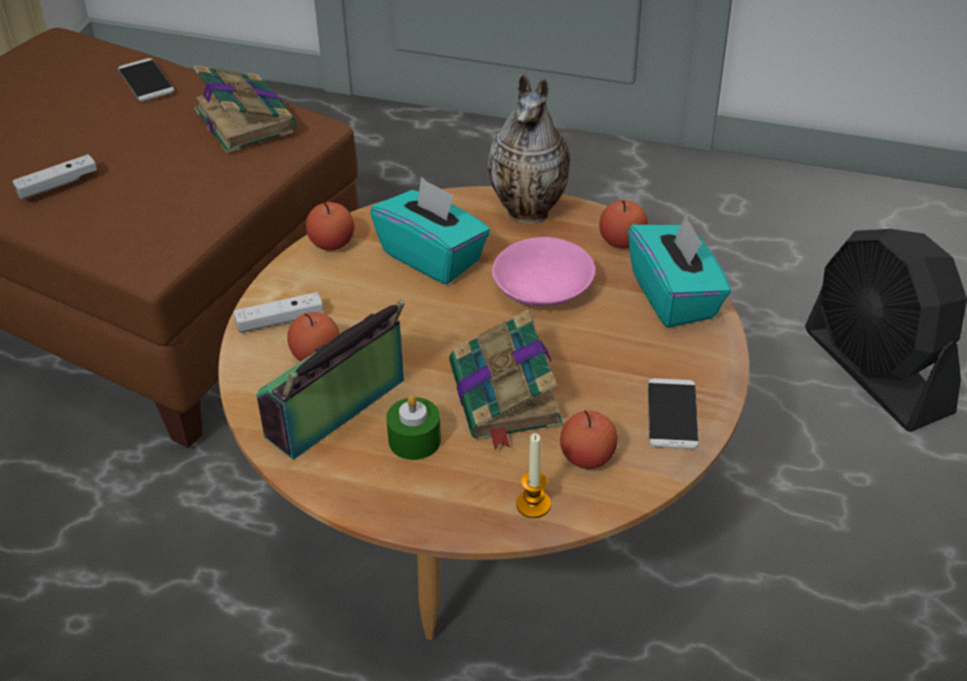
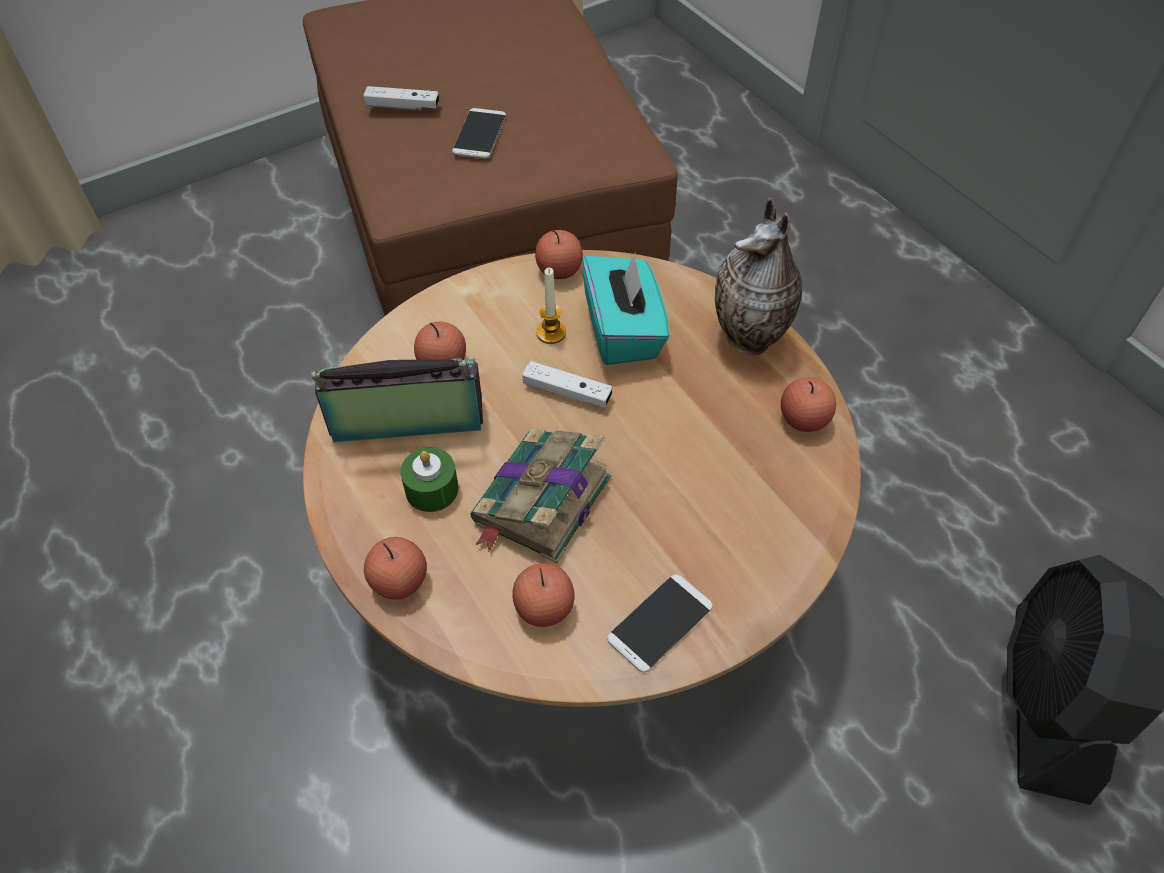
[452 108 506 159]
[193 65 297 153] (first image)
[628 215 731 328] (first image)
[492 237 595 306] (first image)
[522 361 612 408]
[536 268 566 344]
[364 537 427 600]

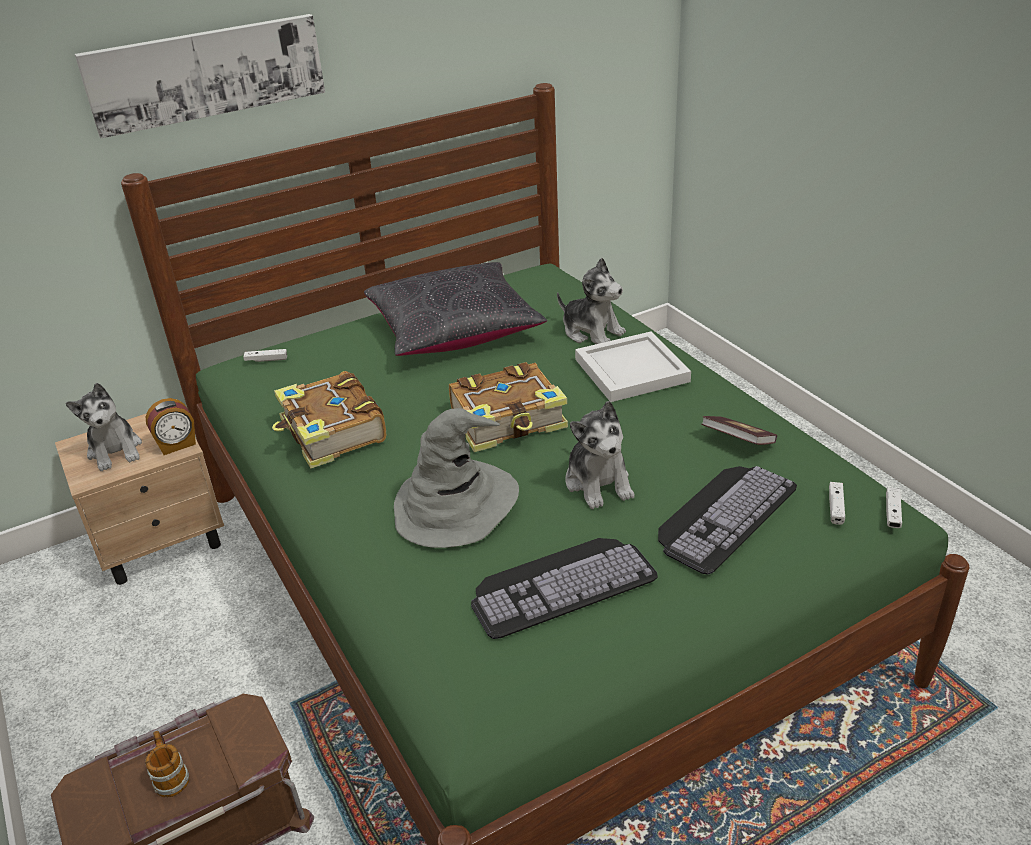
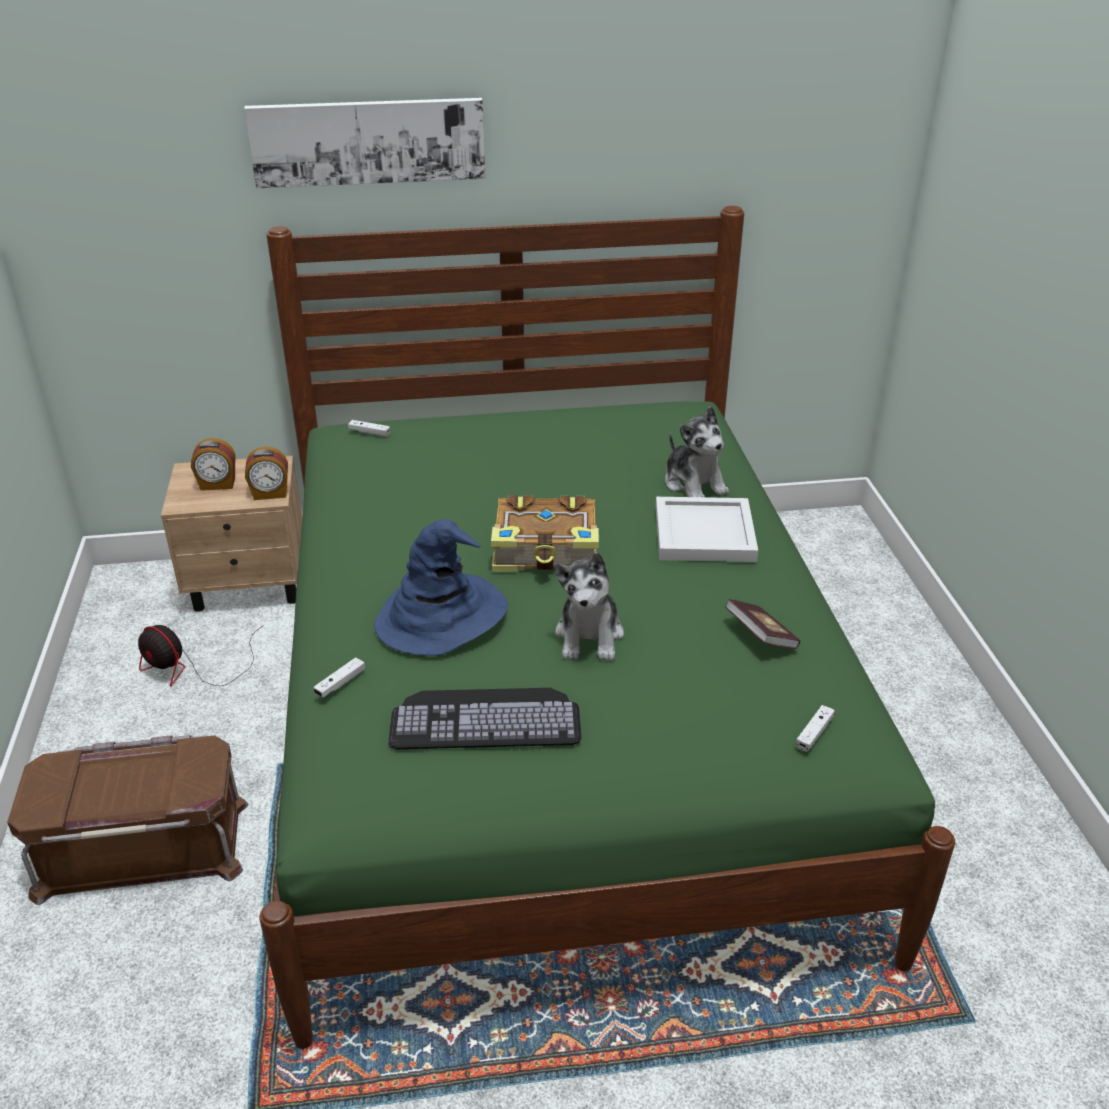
[364 262 547 356] (first image)
[272 371 386 468] (first image)
[191 438 235 491]
[374 519 508 656]
[658 466 797 575] (first image)
[313 657 365 697]
[145 731 189 797] (first image)
[138 625 264 687]

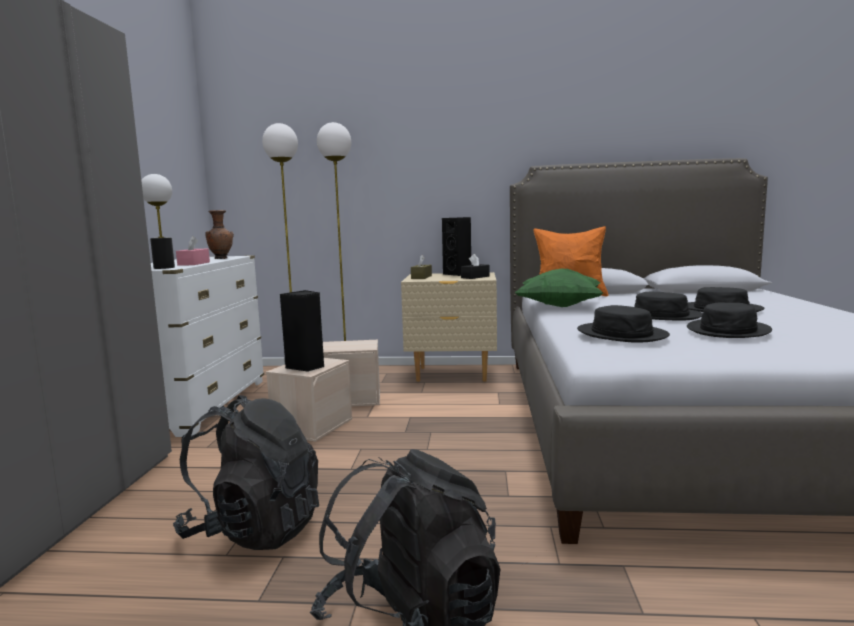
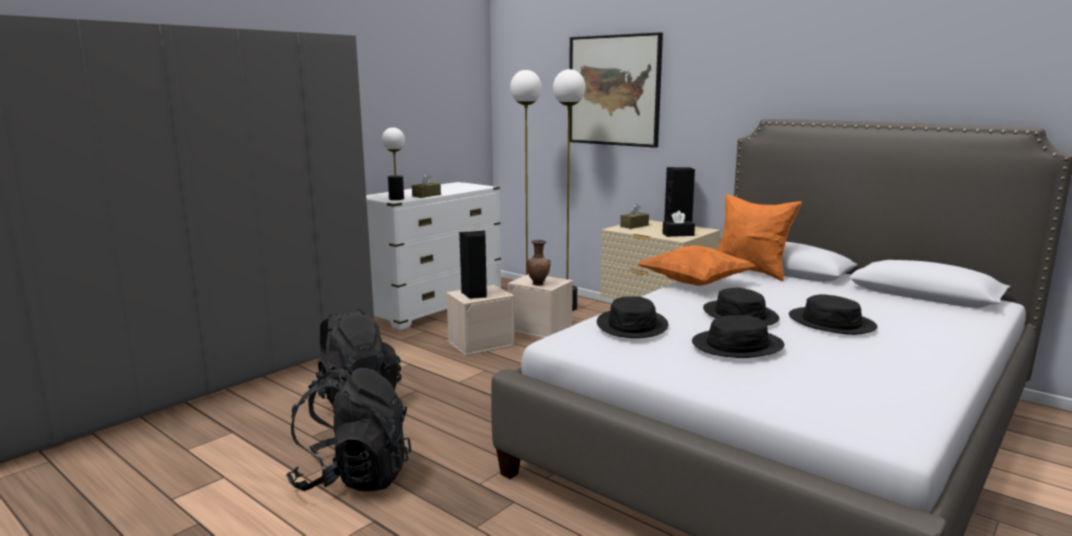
[527 240 551 286]
[412 173 441 198]
[637 246 755 286]
[569 32 663 148]

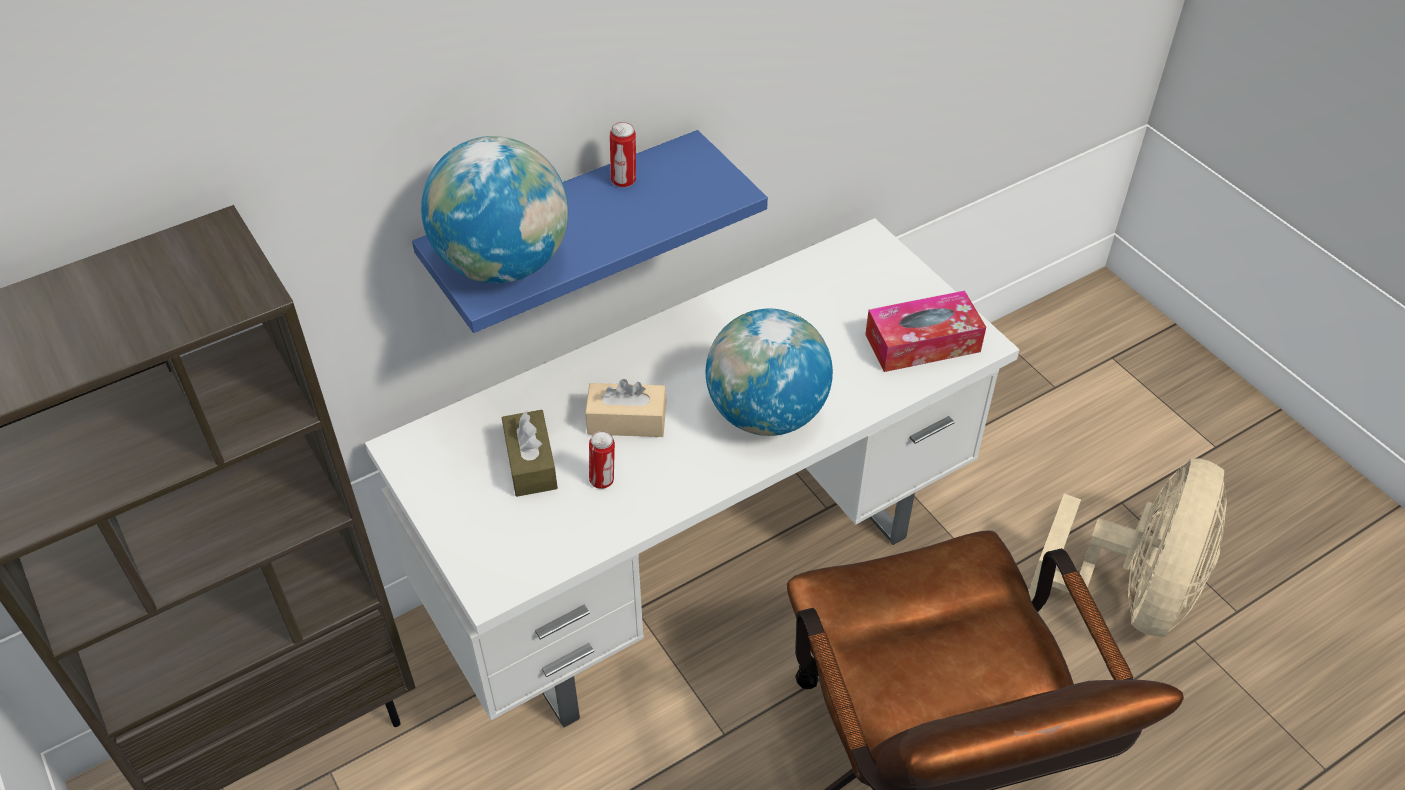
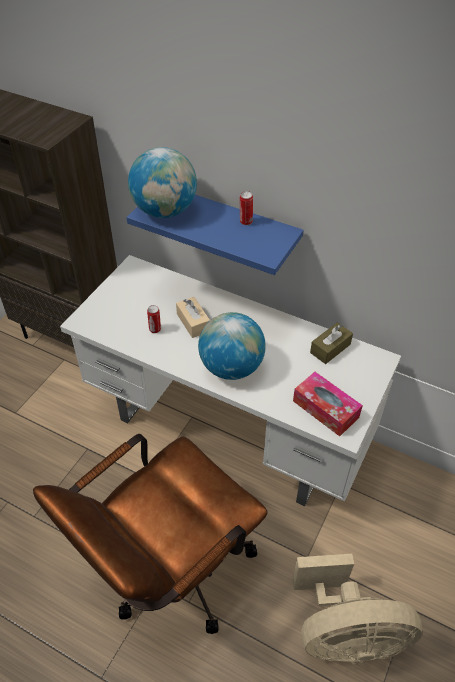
[310 322 353 364]

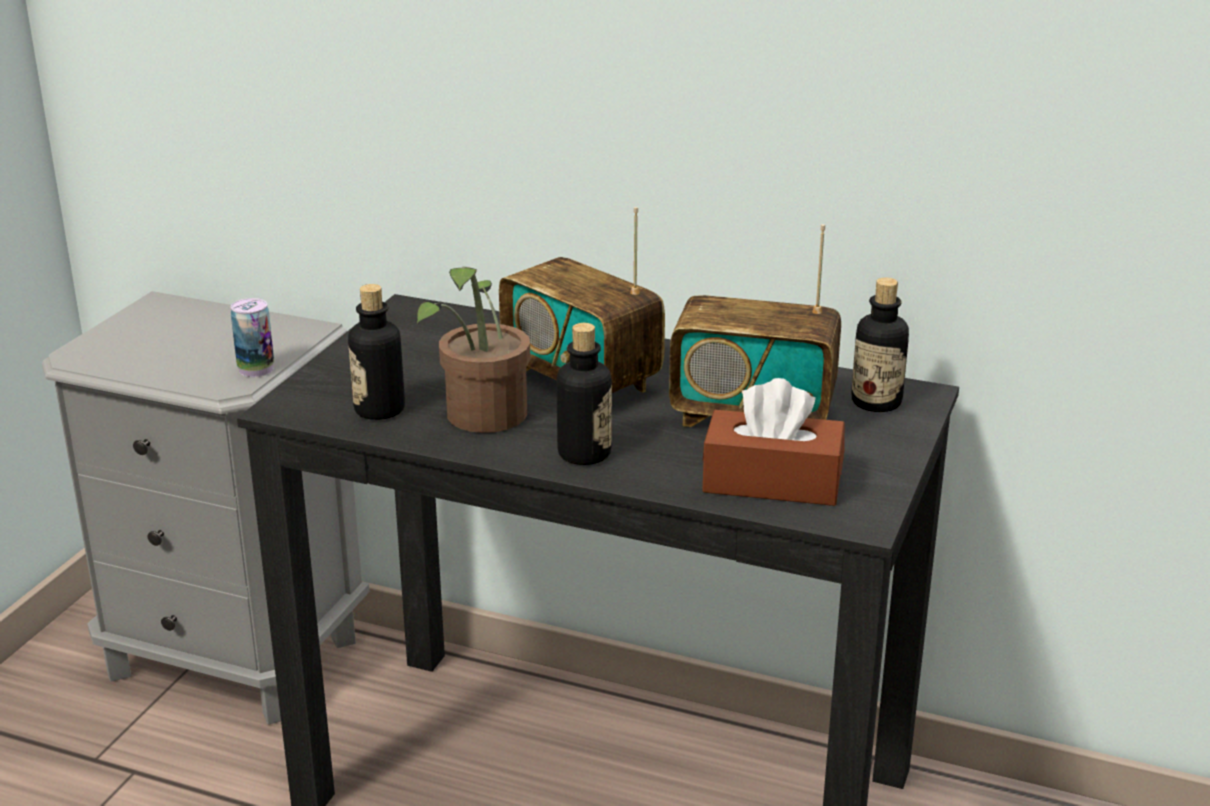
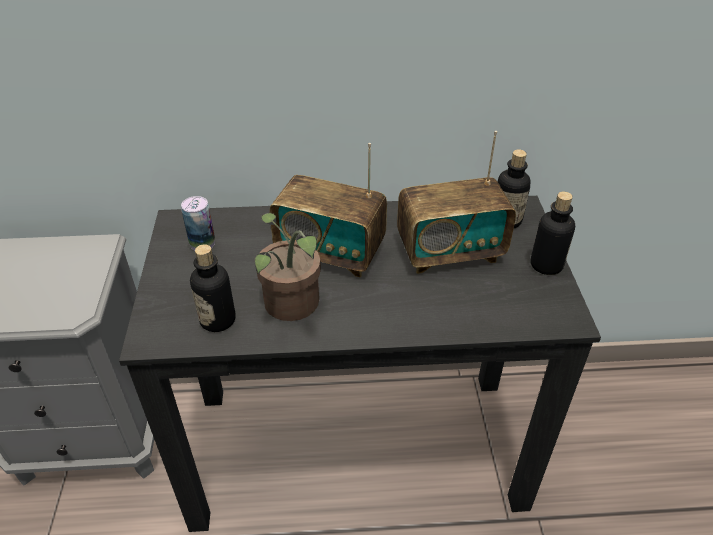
[181 196 215 250]
[531 192 575 275]
[702 378 845 506] (first image)

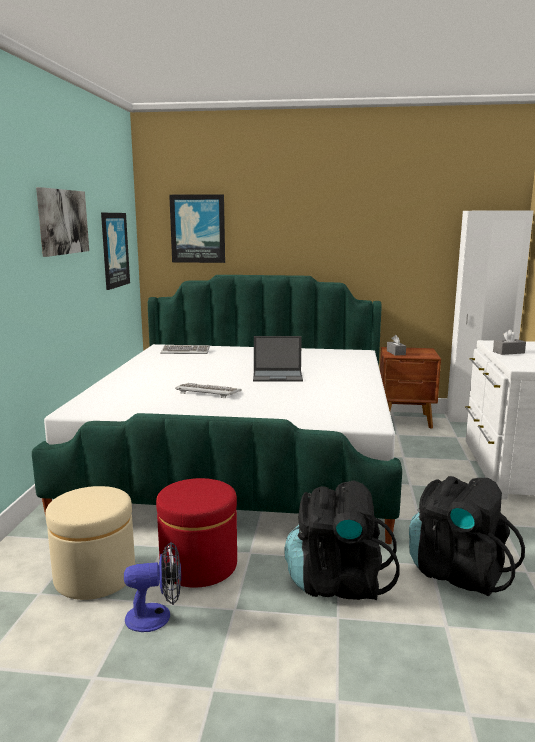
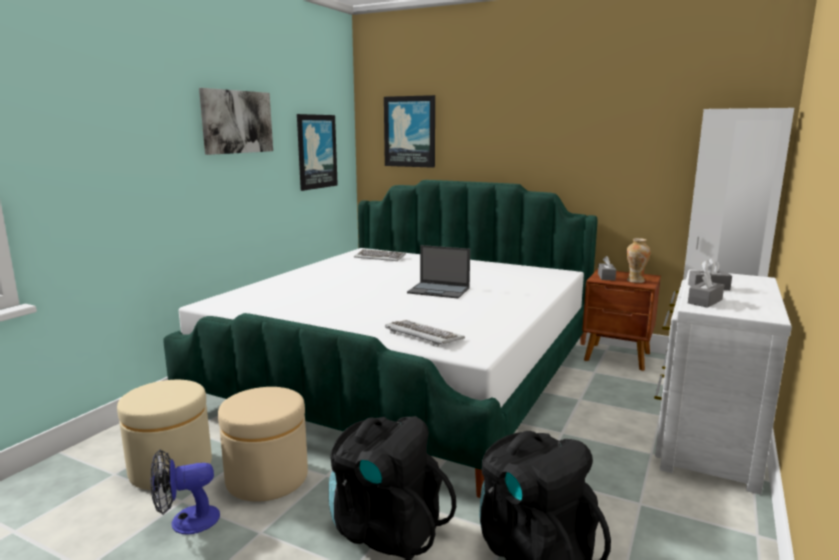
[385 320 465 347]
[218 387 308 502]
[150 450 220 534]
[626 238 651 283]
[688 270 724 308]

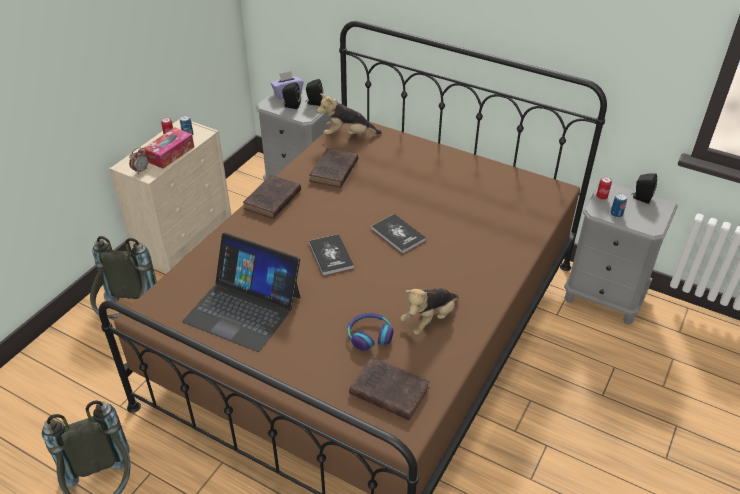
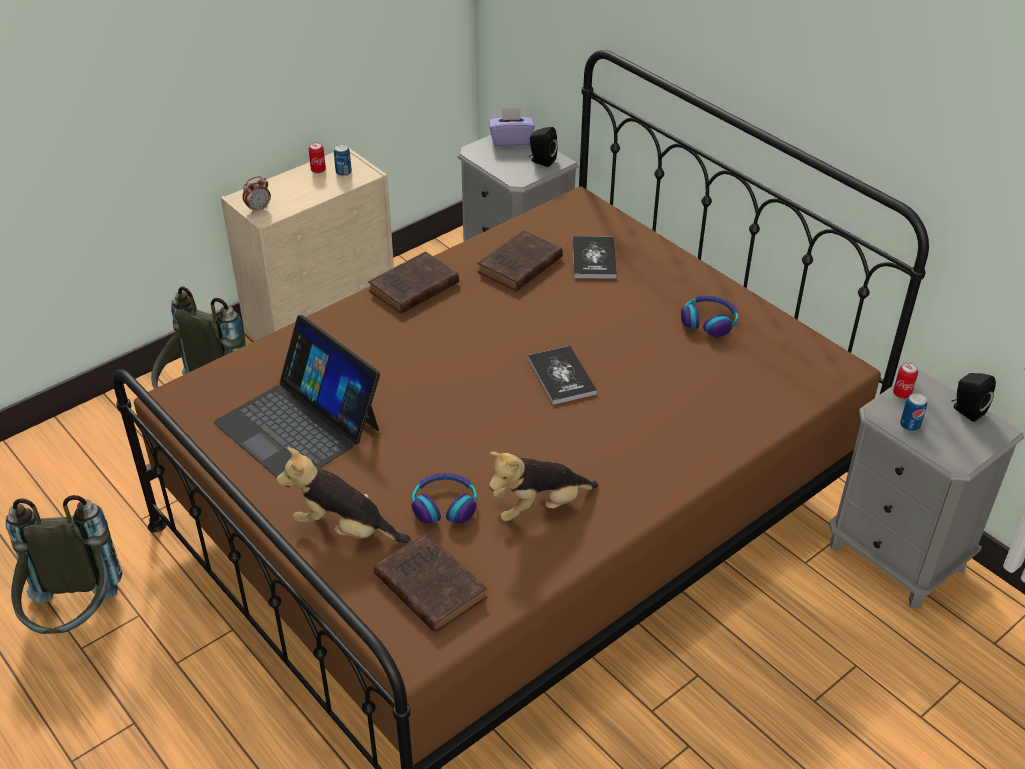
[282 82 301 109] (first image)
[276 447 411 543]
[143 127 194 169] (first image)
[573 236 617 279]
[681 296 738 337]

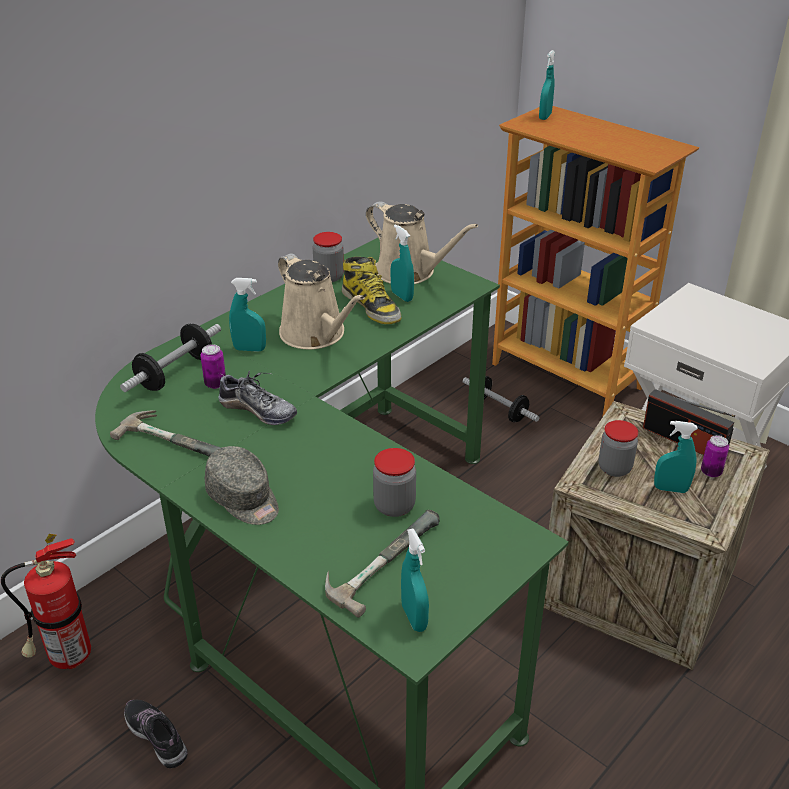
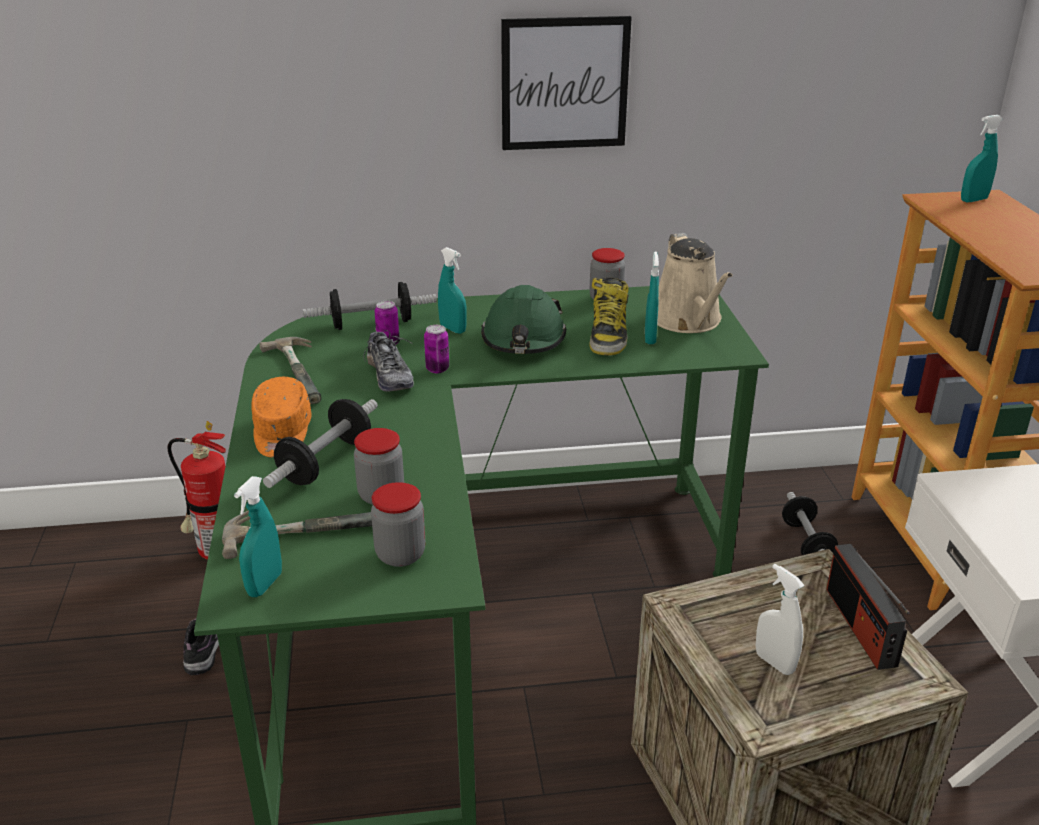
[481 285 567 354]
[371 482 425 567]
[756 564 805 675]
[424 325 449 373]
[251 377 311 457]
[501 16 632 150]
[263 399 378 488]

